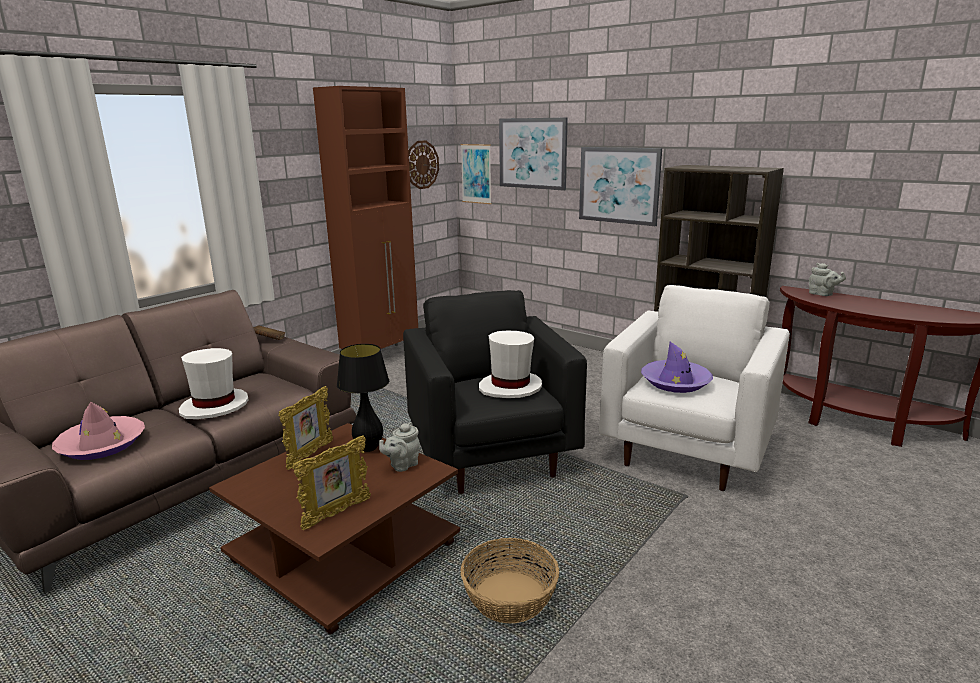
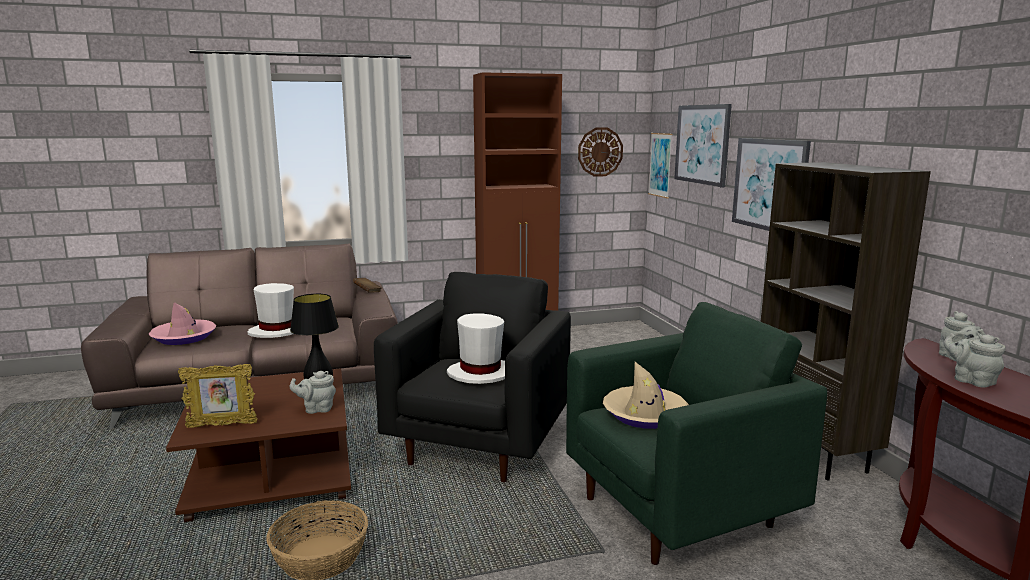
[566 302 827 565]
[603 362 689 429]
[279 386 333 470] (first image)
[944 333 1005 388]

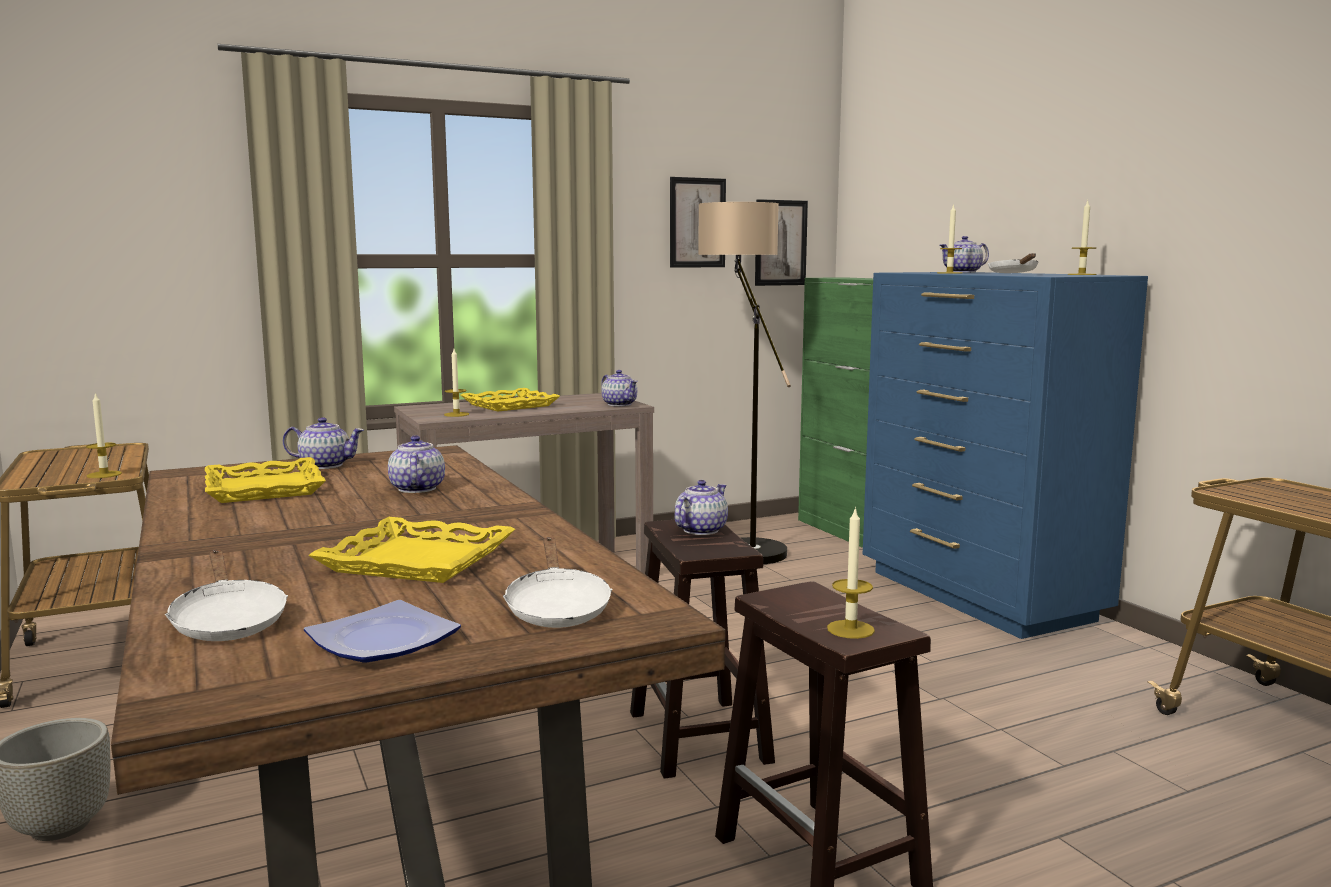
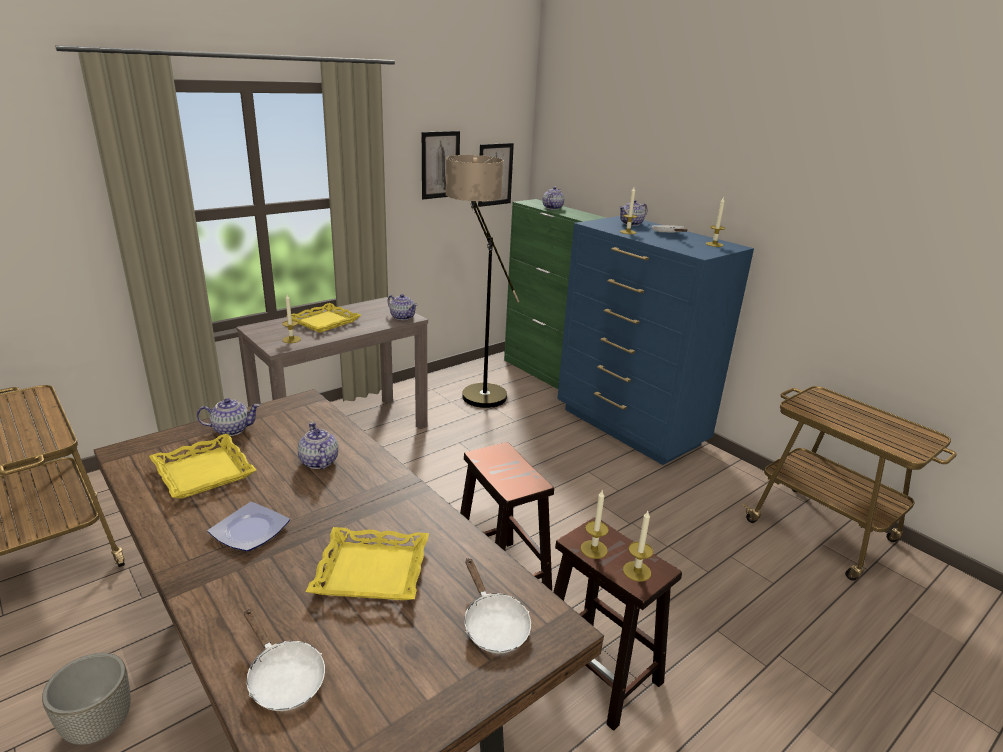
[580 491 609 559]
[543 187 564 210]
[208 502 290 551]

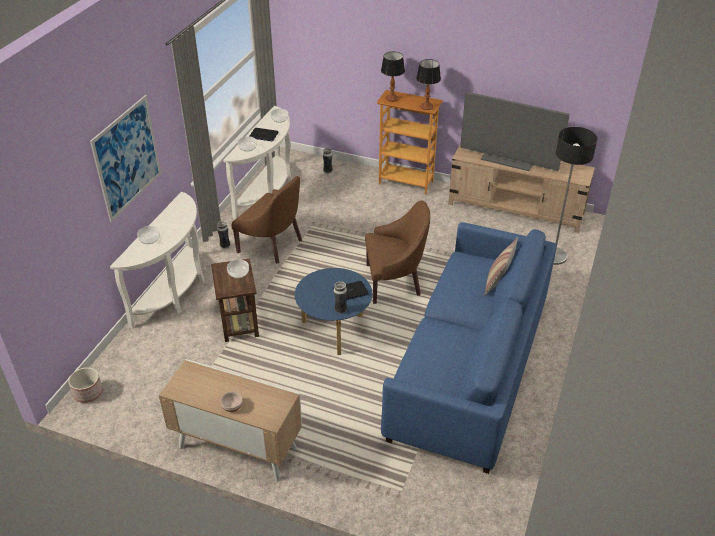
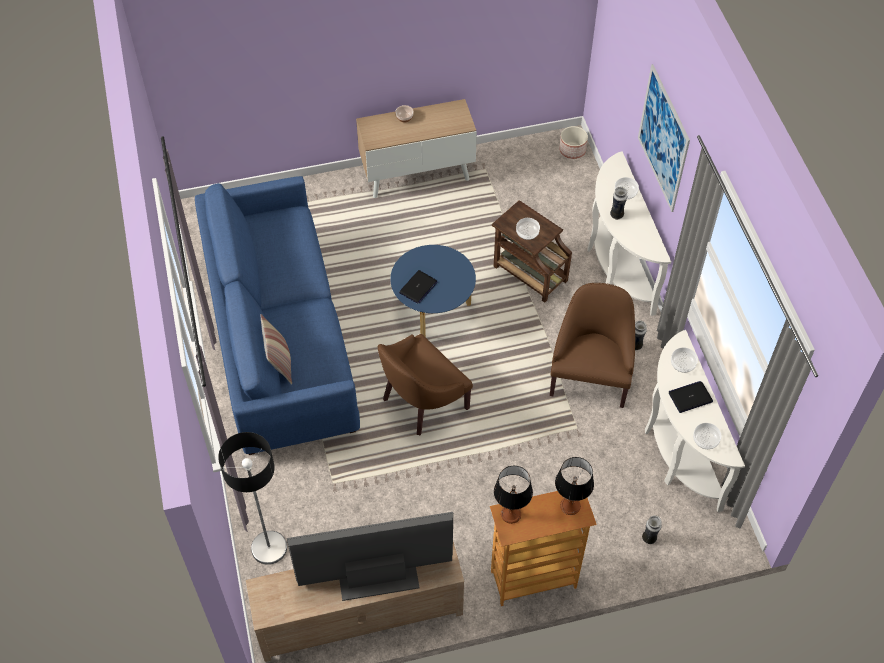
[550 283 635 408]
[610 187 627 220]

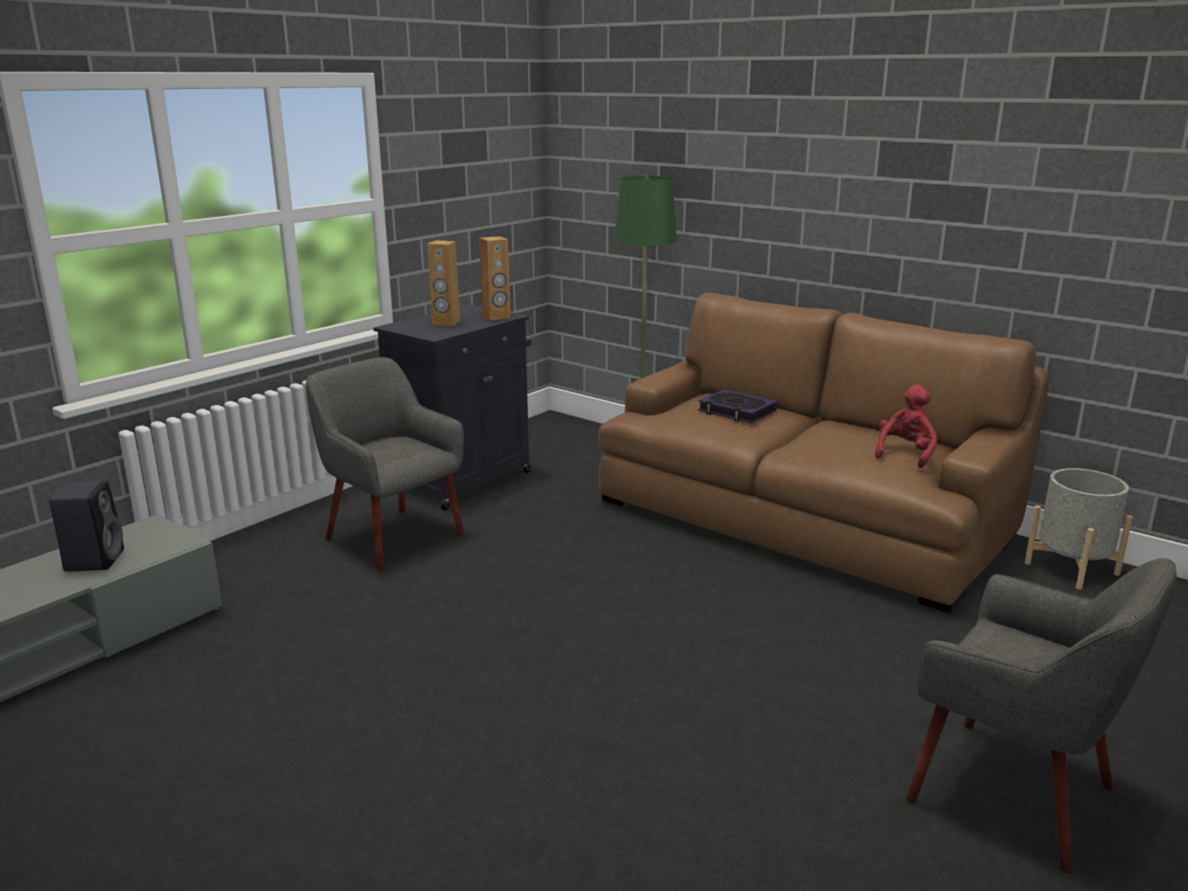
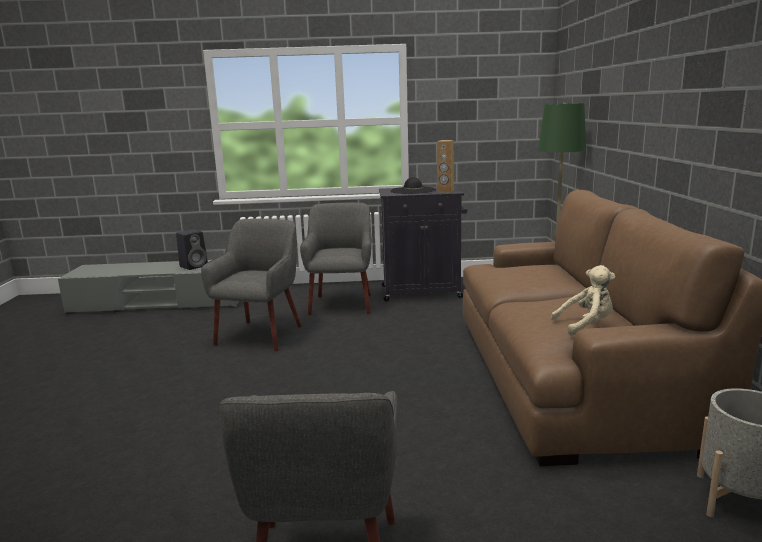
[391 177 436 194]
[551 265 615 336]
[698 389 777 424] (first image)
[201 219 302 351]

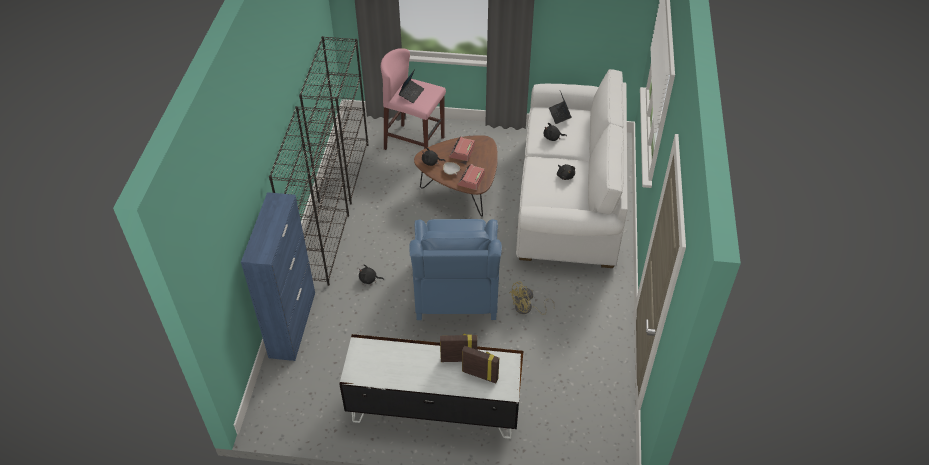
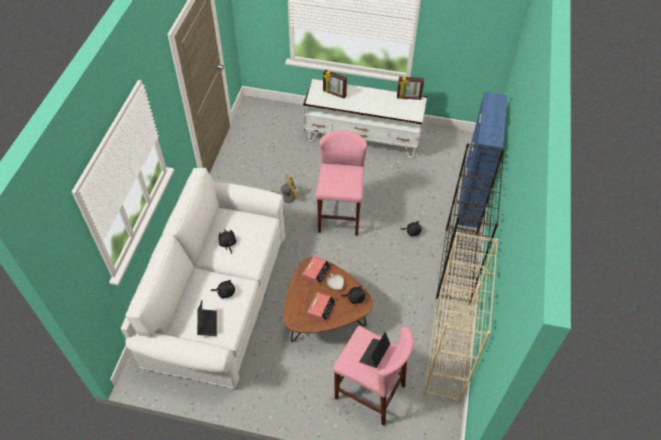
[423 232 498 403]
[316 130 367 236]
[397 77 424 100]

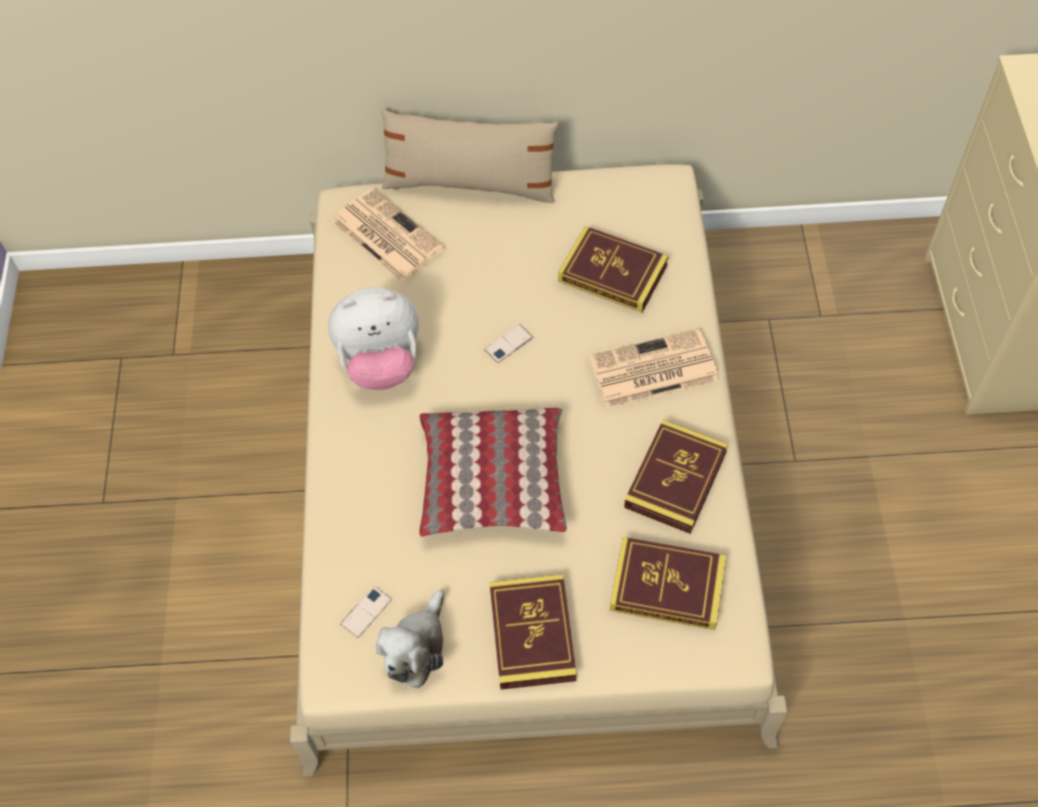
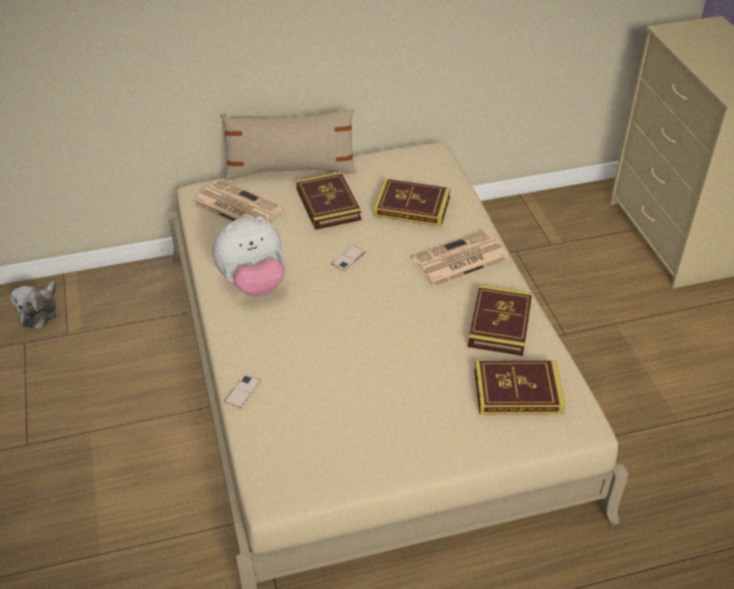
[419 408 567 537] (first image)
[296 172 361 230]
[224 374 261 408]
[10 281 56 329]

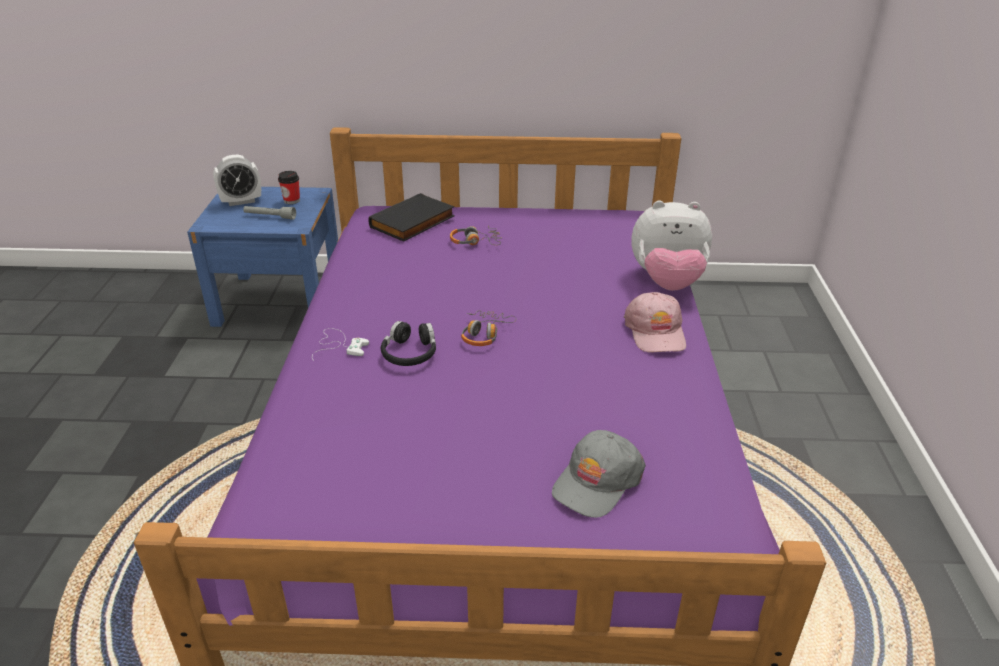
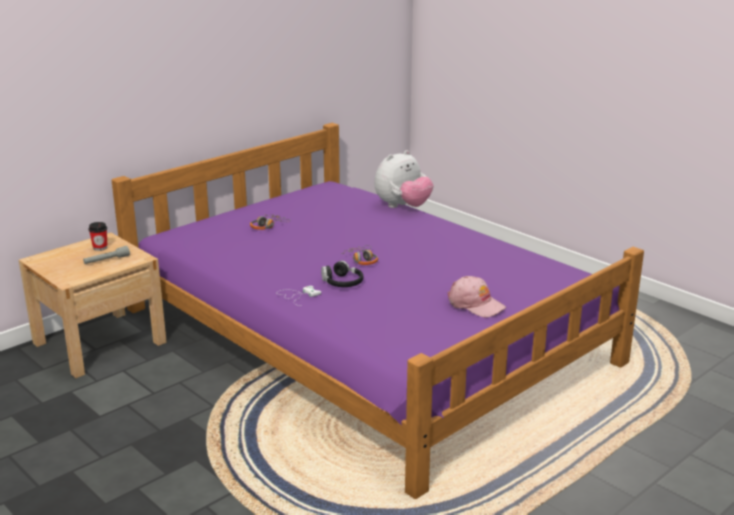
[213 154 261 206] (first image)
[19 233 167 378]
[368 193 455 242] (first image)
[447 276 506 317]
[552 430 646 518] (first image)

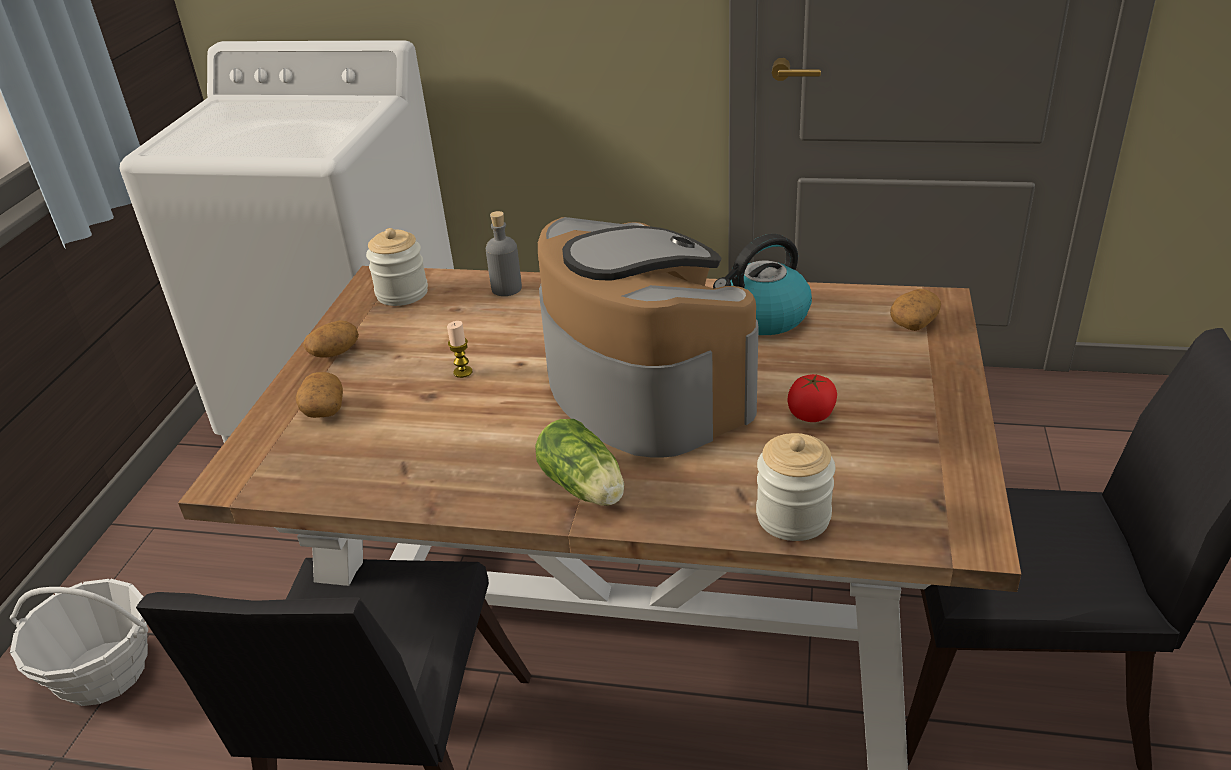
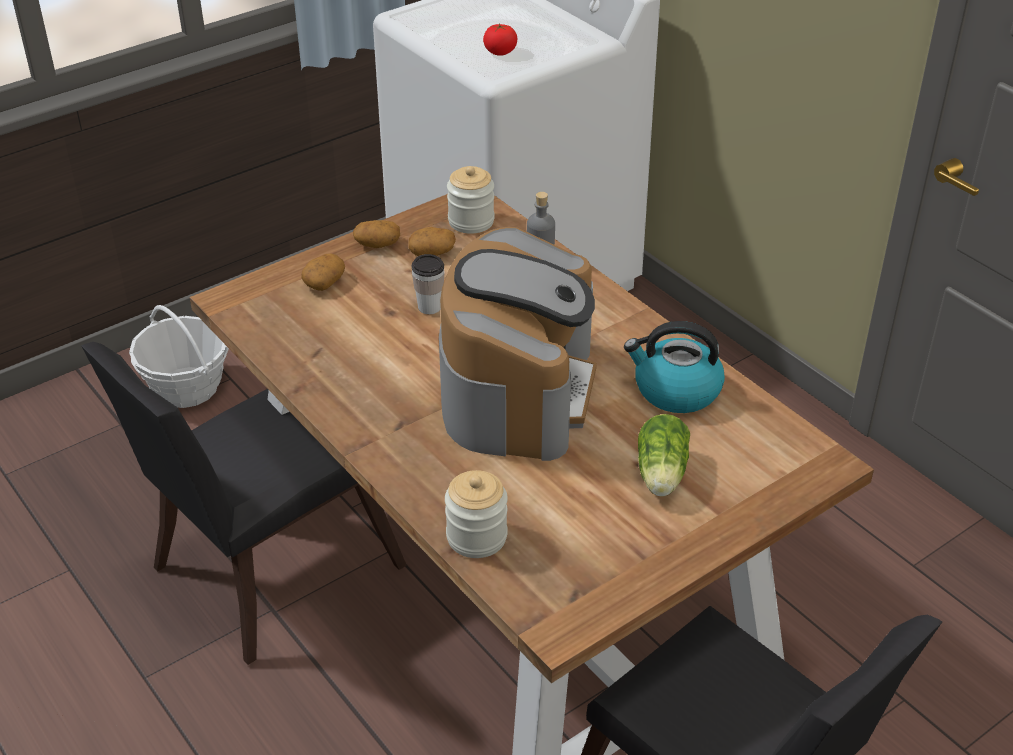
[408 227 456 256]
[412 254 445 314]
[483 23 517 56]
[638 414 690 497]

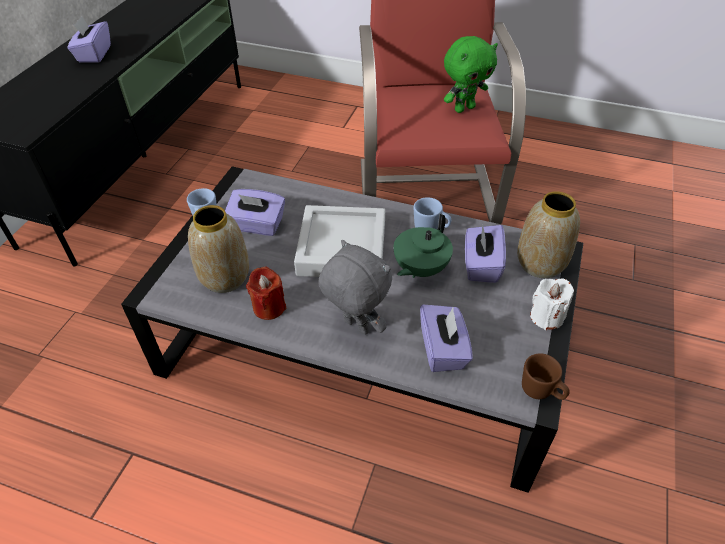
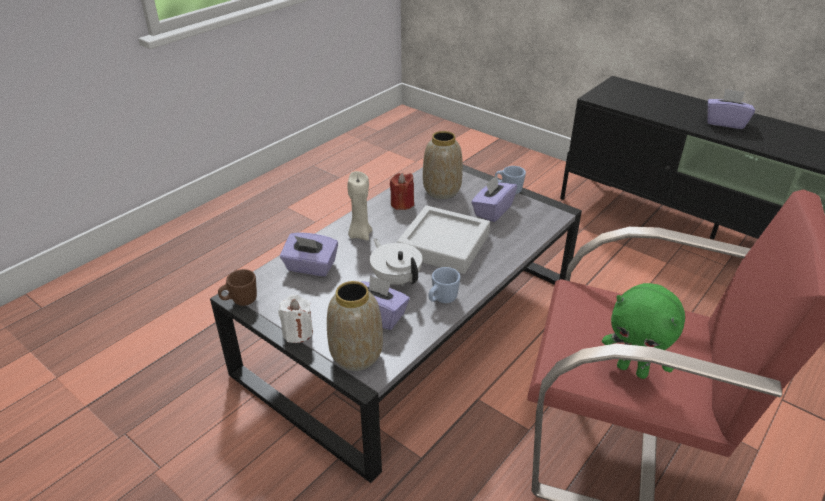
[602 283 685 379]
[370 238 422 286]
[347 171 372 241]

